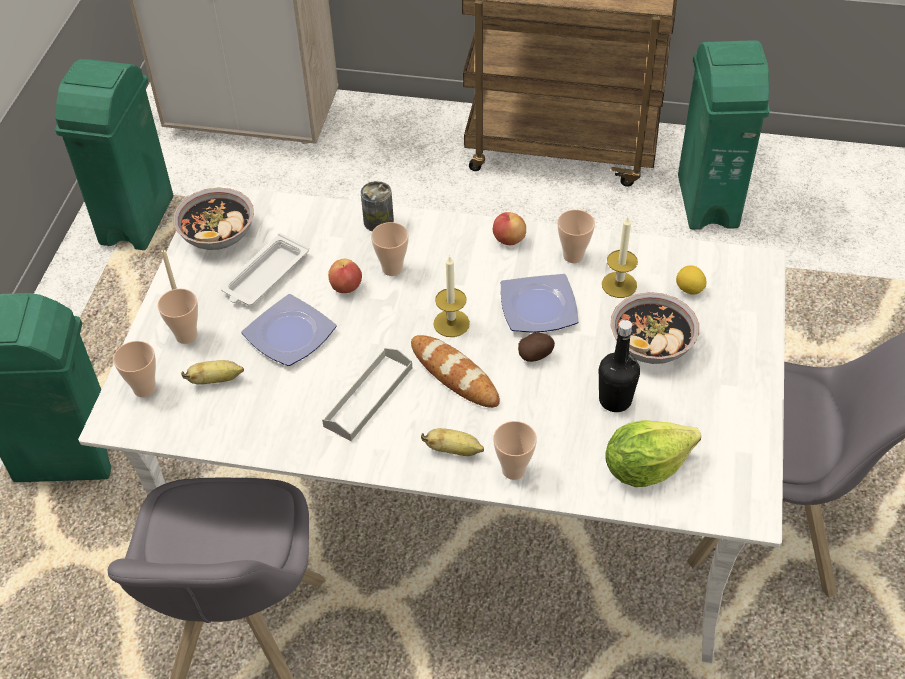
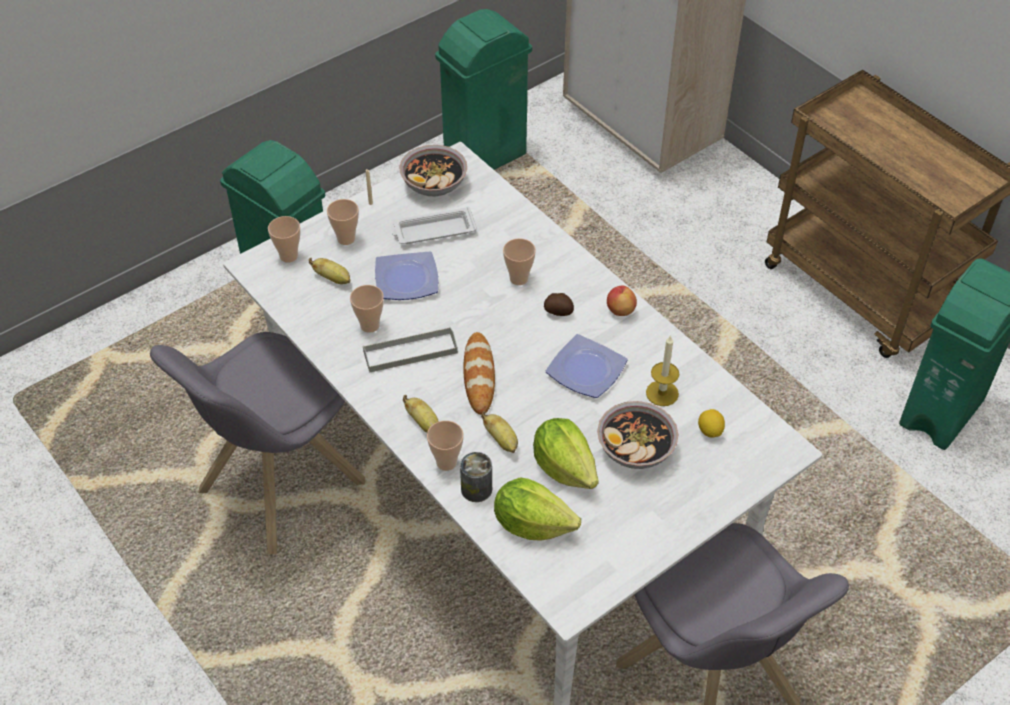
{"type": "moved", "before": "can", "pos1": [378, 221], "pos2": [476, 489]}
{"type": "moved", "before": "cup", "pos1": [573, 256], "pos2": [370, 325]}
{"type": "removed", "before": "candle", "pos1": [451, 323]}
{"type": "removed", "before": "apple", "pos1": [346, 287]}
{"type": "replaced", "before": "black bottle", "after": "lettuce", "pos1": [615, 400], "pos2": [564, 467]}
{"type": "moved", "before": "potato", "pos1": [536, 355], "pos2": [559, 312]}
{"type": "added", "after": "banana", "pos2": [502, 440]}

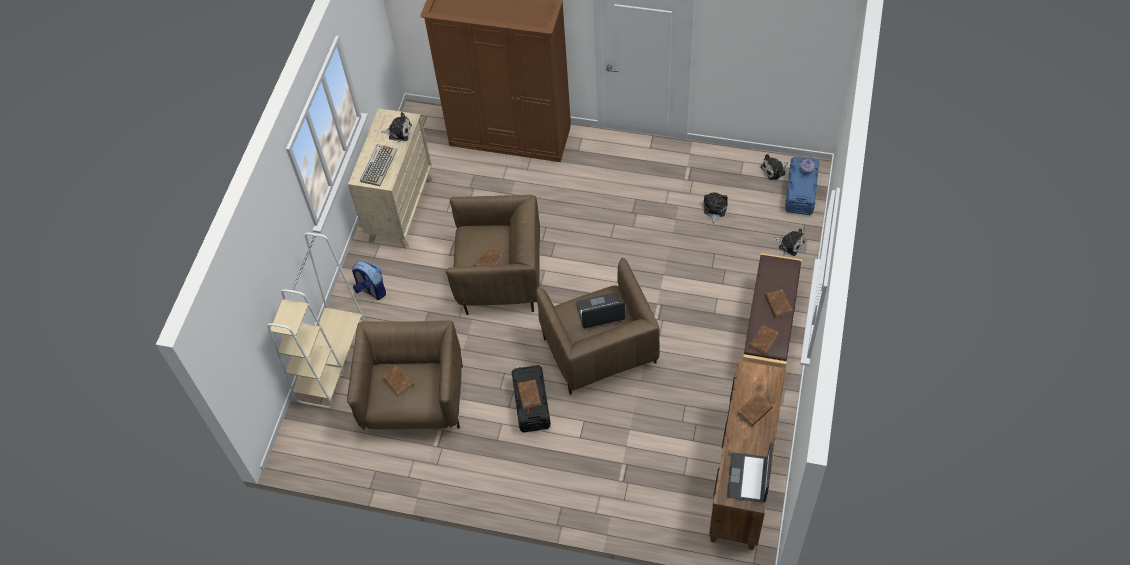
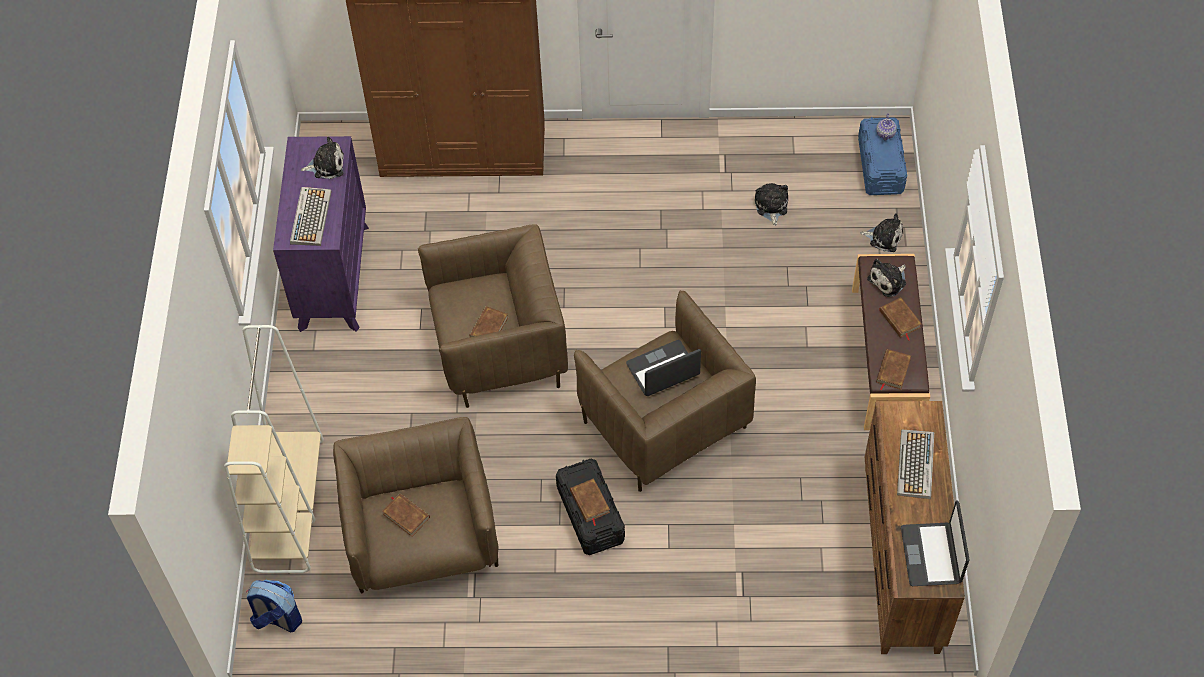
{"type": "recoloured", "before": "beige dresser", "after": "purple dresser", "pos1": [400, 209], "pos2": [333, 276]}
{"type": "moved", "before": "plush toy", "pos1": [774, 170], "pos2": [889, 280]}
{"type": "moved", "before": "backpack", "pos1": [371, 290], "pos2": [277, 618]}
{"type": "replaced", "before": "brown book", "after": "keyboard", "pos1": [754, 411], "pos2": [916, 465]}

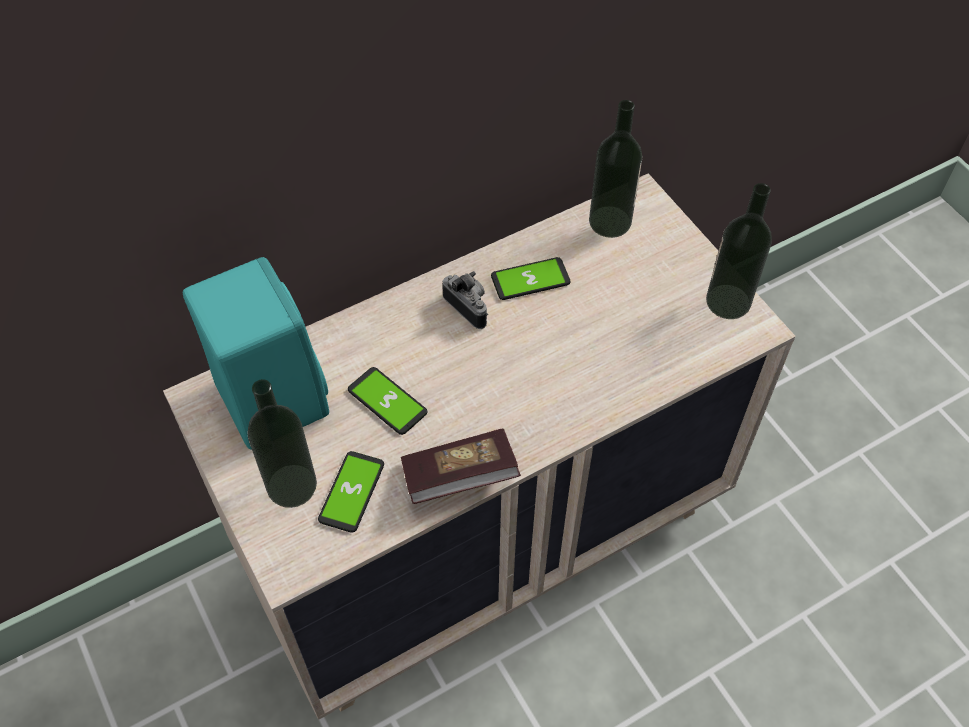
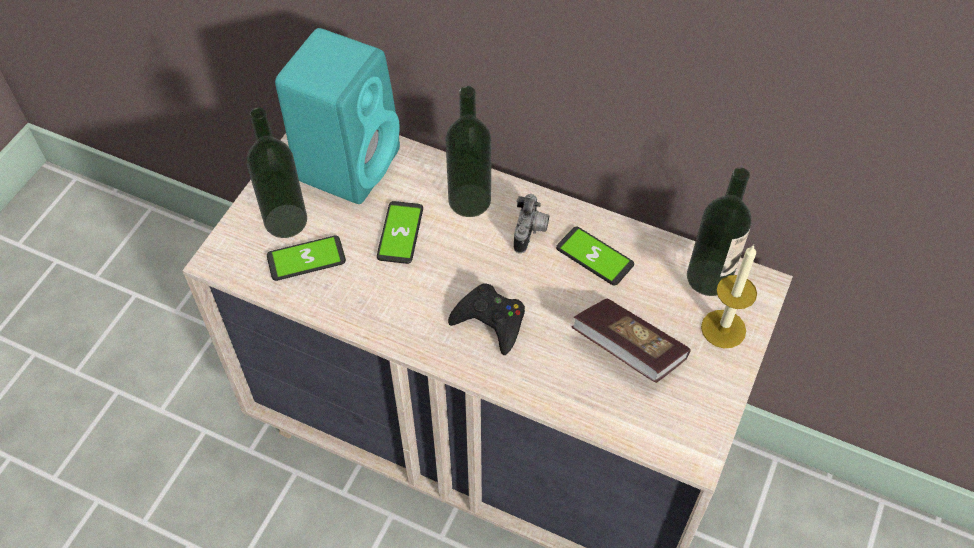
{"type": "moved", "before": "bottle", "pos1": [728, 301], "pos2": [469, 200]}
{"type": "moved", "before": "book", "pos1": [459, 477], "pos2": [628, 350]}
{"type": "added", "after": "candle", "pos2": [723, 329]}
{"type": "added", "after": "black game controller", "pos2": [490, 321]}

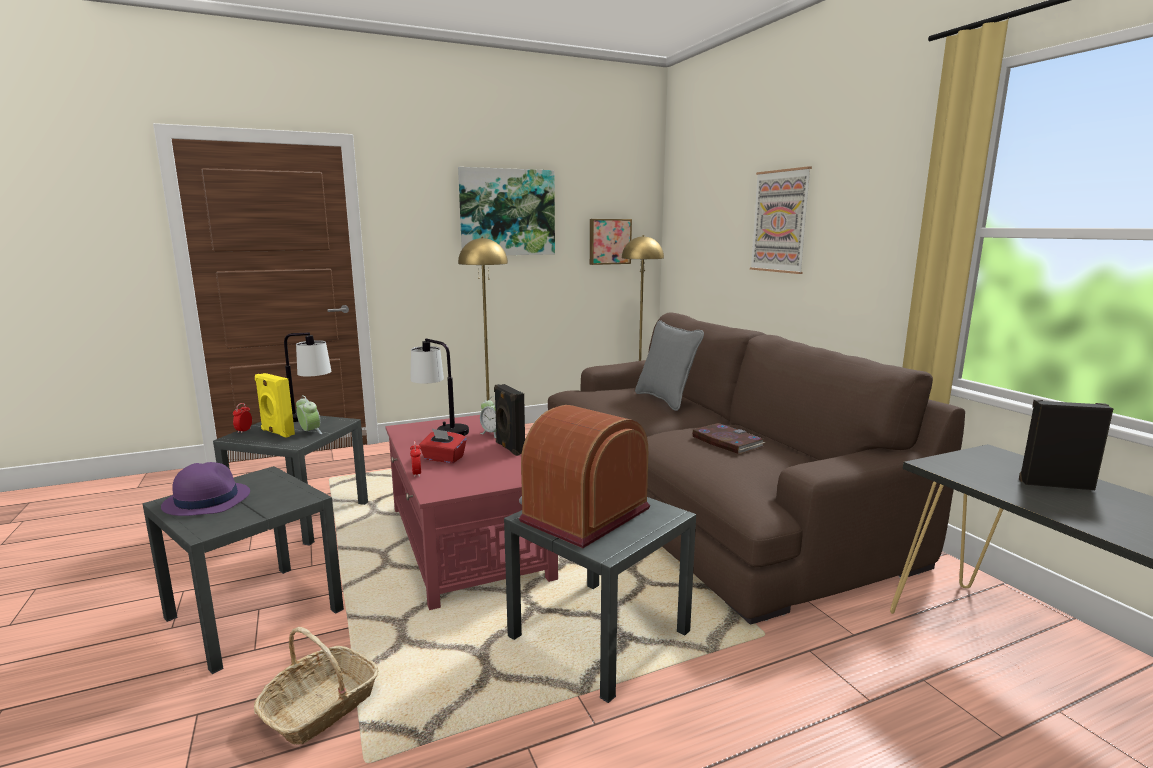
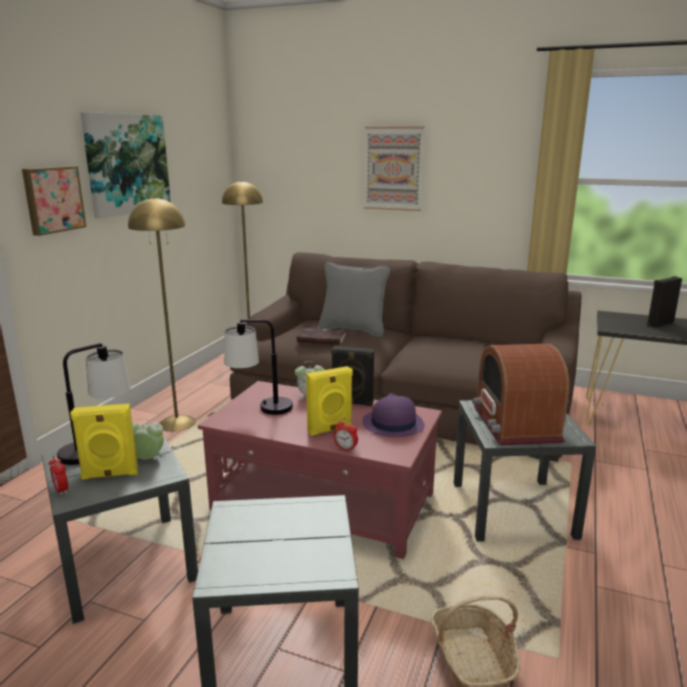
{"type": "moved", "before": "picture", "pos1": [609, 241], "pos2": [53, 199]}
{"type": "moved", "before": "book", "pos1": [726, 442], "pos2": [320, 339]}
{"type": "replaced", "before": "red tissue box", "after": "yellow speaker", "pos1": [443, 458], "pos2": [330, 430]}
{"type": "moved", "before": "purple hat", "pos1": [206, 500], "pos2": [392, 424]}

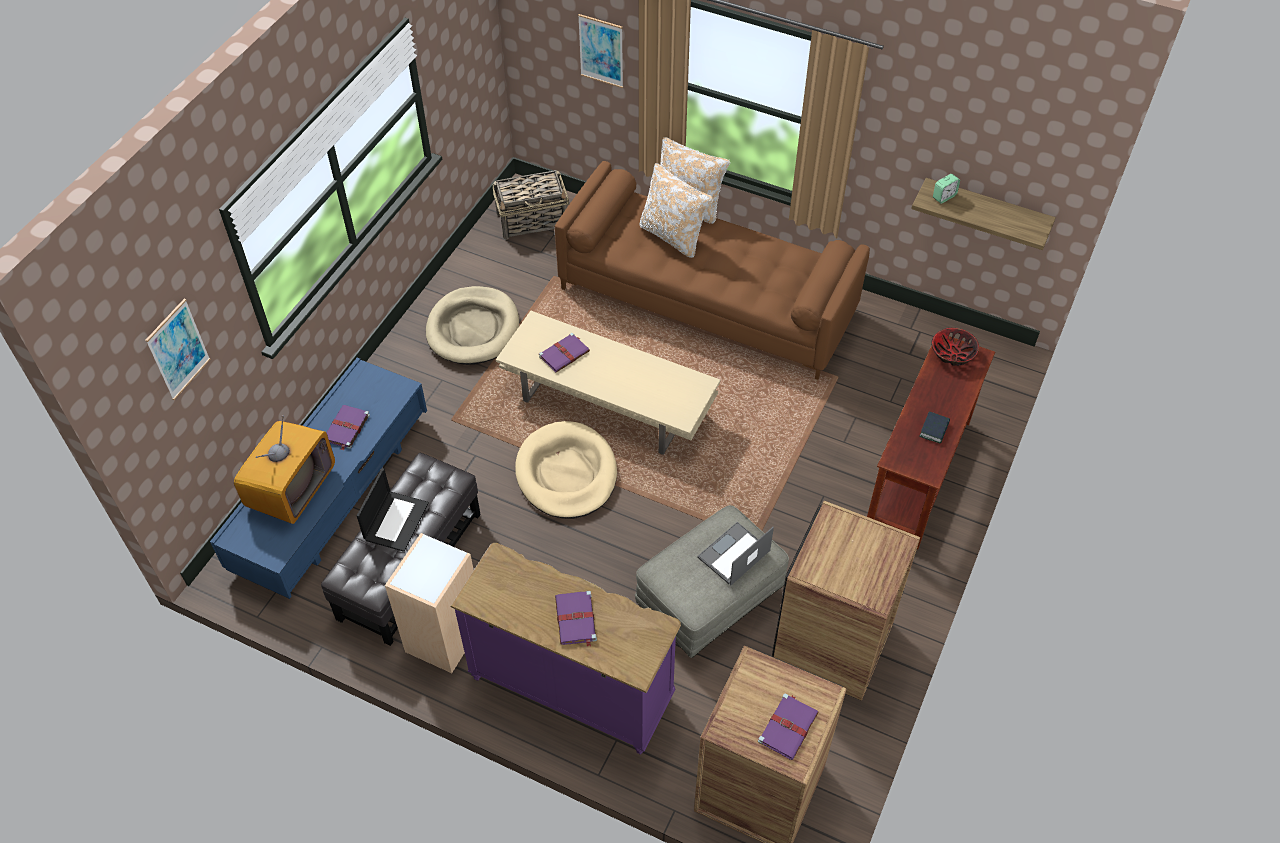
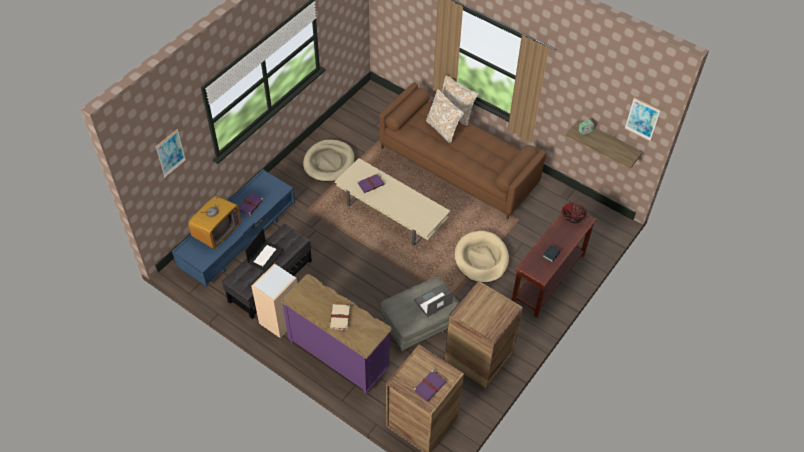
{"type": "moved", "before": "picture", "pos1": [601, 51], "pos2": [642, 119]}
{"type": "removed", "before": "basket", "pos1": [533, 220]}
{"type": "moved", "before": "beige dog bed", "pos1": [566, 473], "pos2": [481, 259]}
{"type": "recoloured", "before": "purple book", "after": "beige book", "pos1": [576, 620], "pos2": [340, 318]}

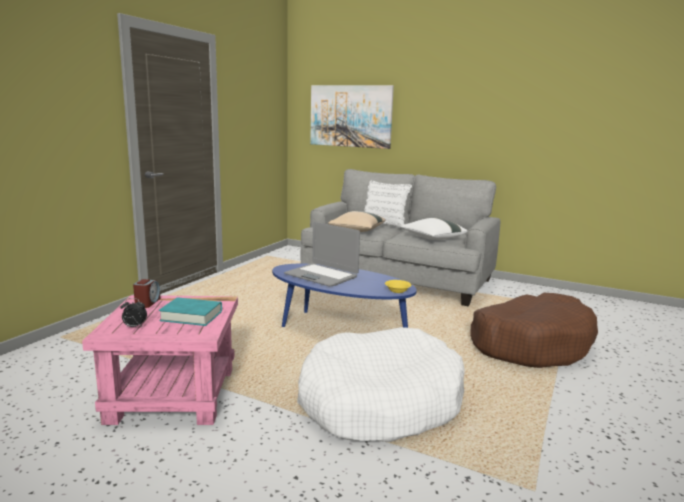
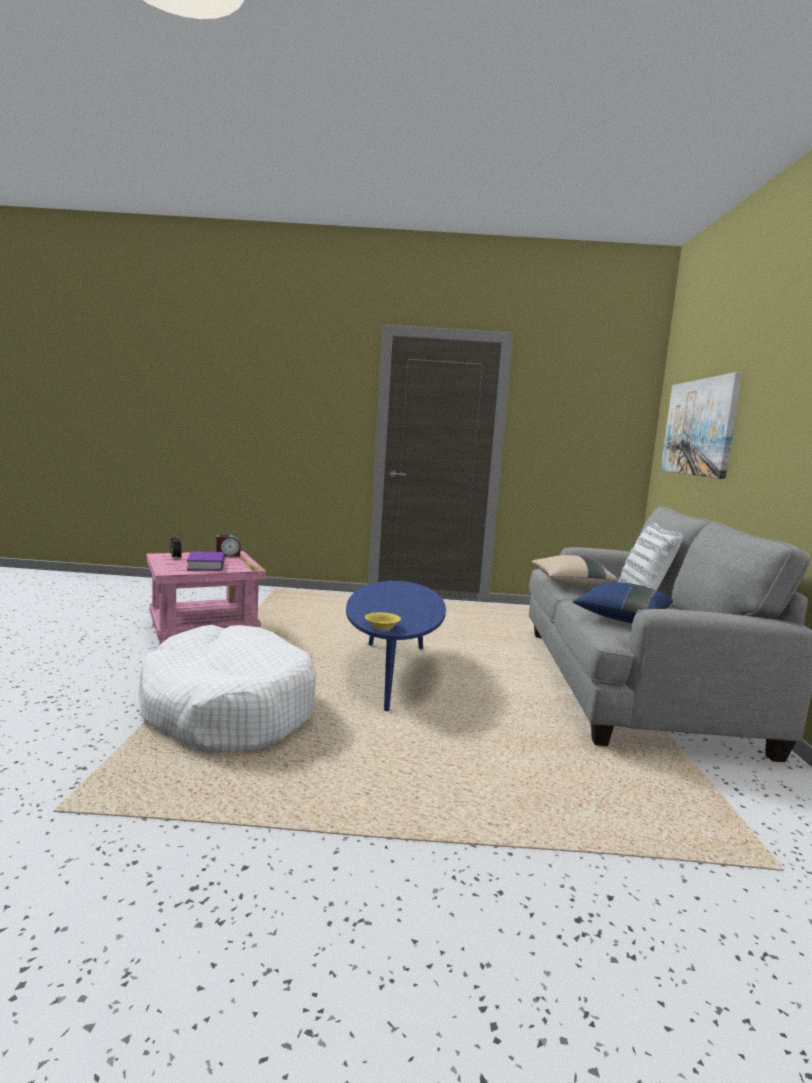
{"type": "recoloured", "before": "white pillow", "after": "blue pillow", "pos1": [432, 238], "pos2": [621, 618]}
{"type": "removed", "before": "laptop", "pos1": [321, 276]}
{"type": "removed", "before": "brown dog bed", "pos1": [530, 344]}
{"type": "recoloured", "before": "turquoise book", "after": "purple book", "pos1": [191, 316], "pos2": [206, 565]}

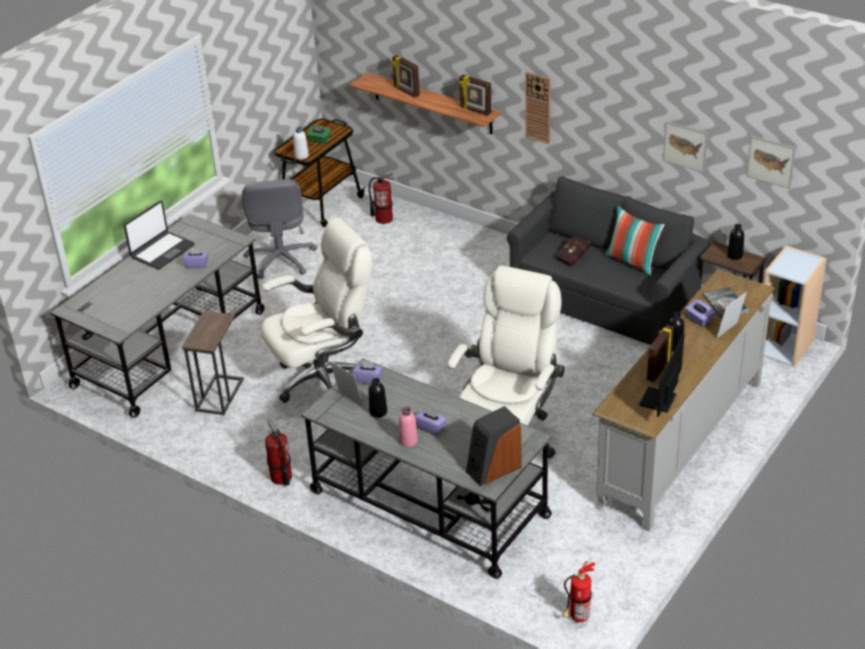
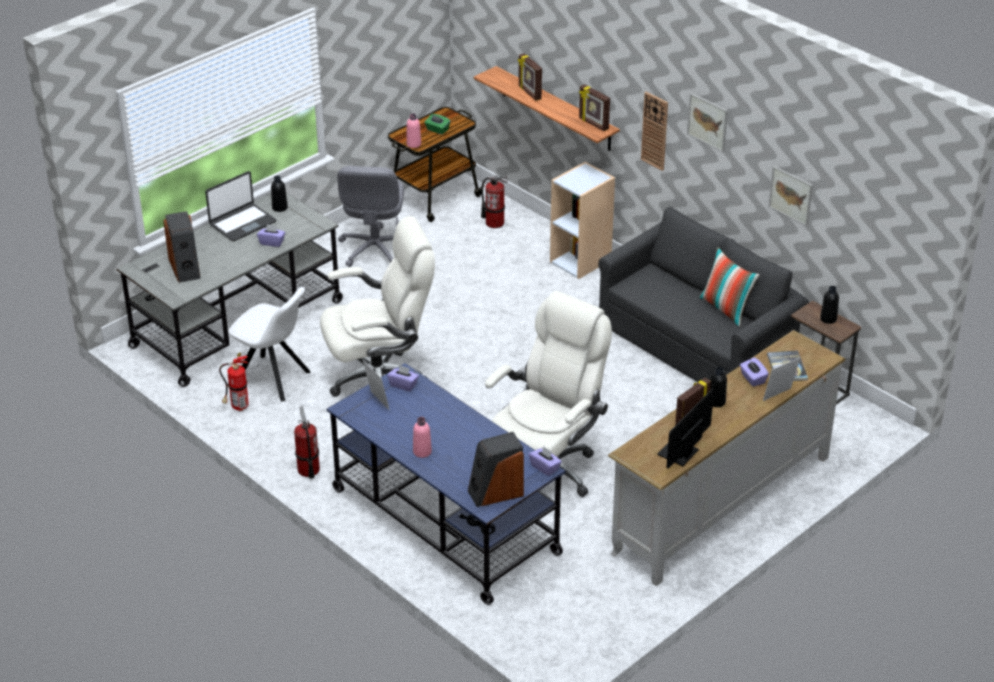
{"type": "recoloured", "before": "white bottle", "after": "pink bottle", "pos1": [301, 156], "pos2": [413, 144]}
{"type": "moved", "before": "picture", "pos1": [771, 161], "pos2": [707, 122]}
{"type": "removed", "before": "red book", "pos1": [574, 257]}
{"type": "moved", "before": "bookcase", "pos1": [785, 346], "pos2": [581, 260]}
{"type": "replaced", "before": "brown side table", "after": "white chair", "pos1": [219, 395], "pos2": [272, 379]}
{"type": "recoloured", "before": "grey desk", "after": "blue desk", "pos1": [429, 505], "pos2": [445, 522]}
{"type": "moved", "before": "black bottle", "pos1": [378, 412], "pos2": [279, 207]}
{"type": "moved", "before": "purple tissue box", "pos1": [431, 427], "pos2": [545, 467]}
{"type": "moved", "before": "fire extinguisher", "pos1": [577, 618], "pos2": [238, 407]}
{"type": "added", "after": "speaker", "pos2": [185, 268]}

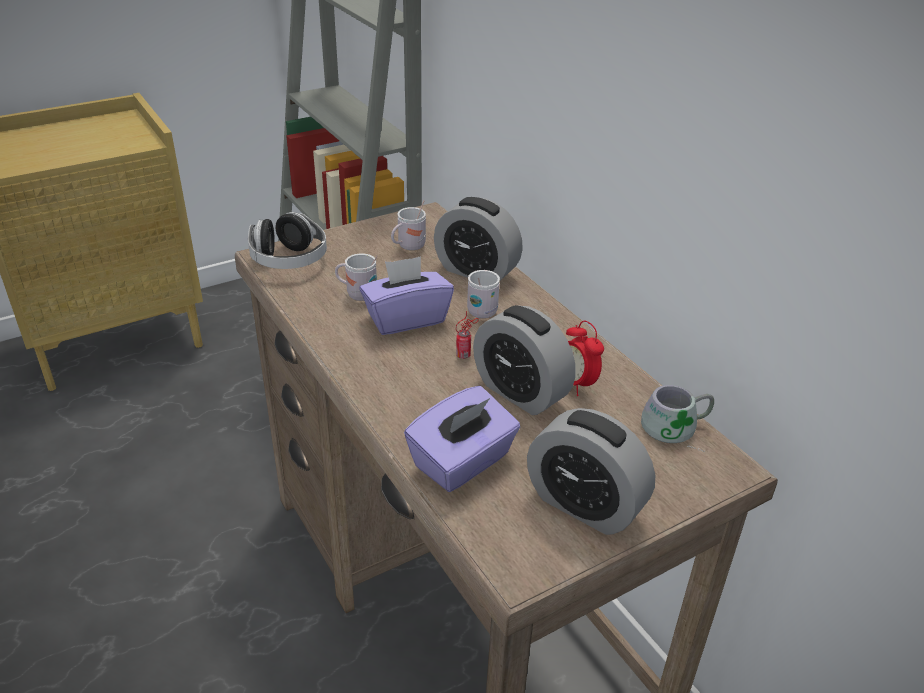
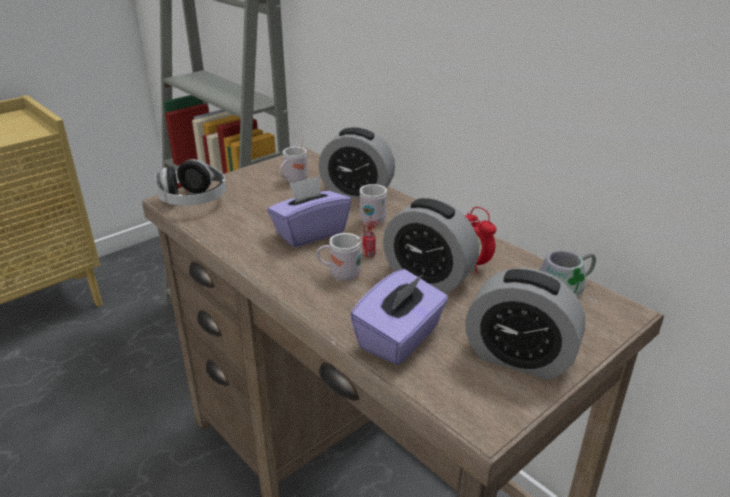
{"type": "moved", "before": "white mug", "pos1": [357, 294], "pos2": [340, 274]}

